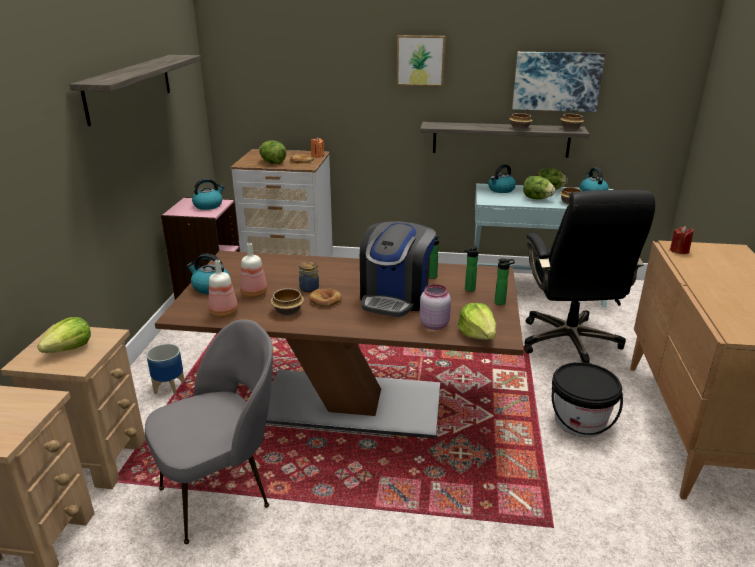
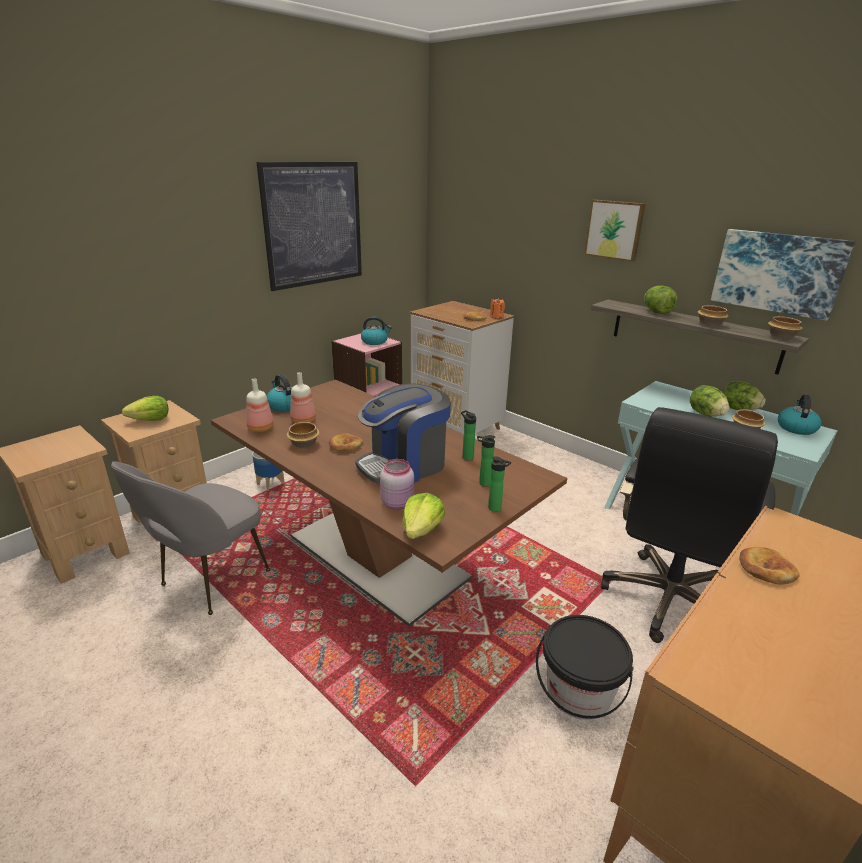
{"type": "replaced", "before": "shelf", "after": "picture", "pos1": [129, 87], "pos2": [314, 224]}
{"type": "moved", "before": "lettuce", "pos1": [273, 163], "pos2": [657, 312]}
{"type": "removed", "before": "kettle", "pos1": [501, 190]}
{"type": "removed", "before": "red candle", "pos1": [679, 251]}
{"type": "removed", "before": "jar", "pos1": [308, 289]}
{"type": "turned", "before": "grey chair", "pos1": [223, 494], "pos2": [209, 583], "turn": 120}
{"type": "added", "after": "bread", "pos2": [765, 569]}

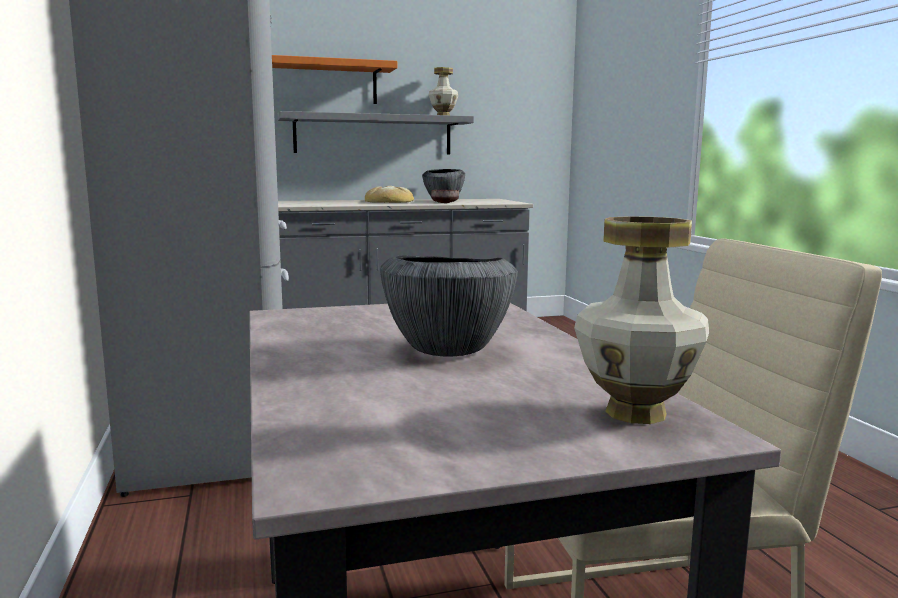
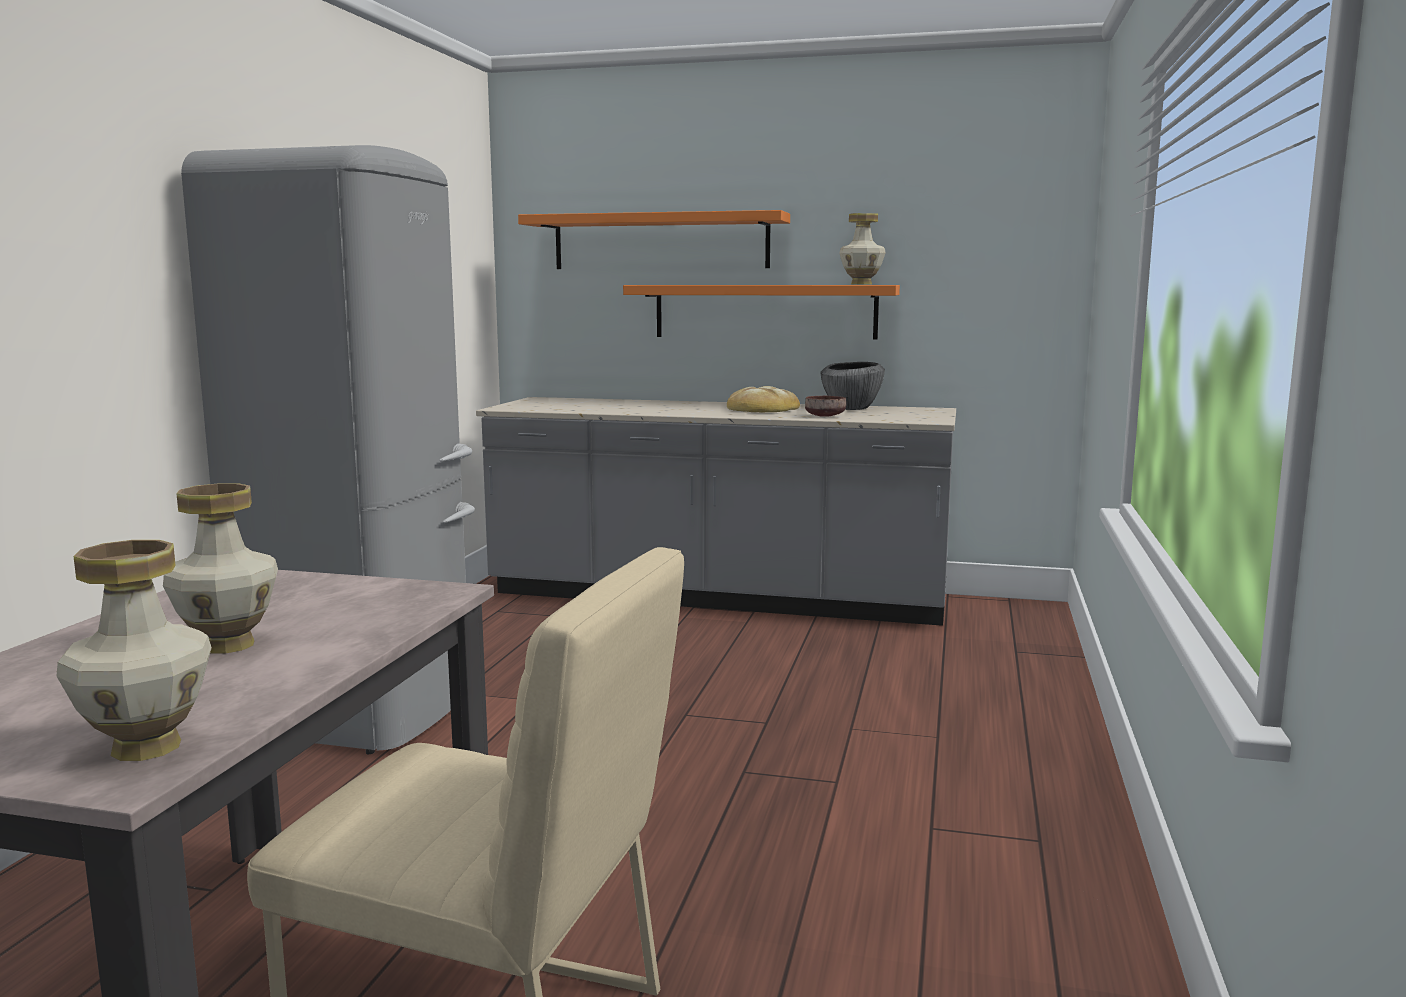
{"type": "recoloured", "before": "grey shelf", "after": "orange shelf", "pos1": [373, 134], "pos2": [765, 311]}
{"type": "replaced", "before": "bowl", "after": "vase", "pos1": [448, 350], "pos2": [230, 645]}

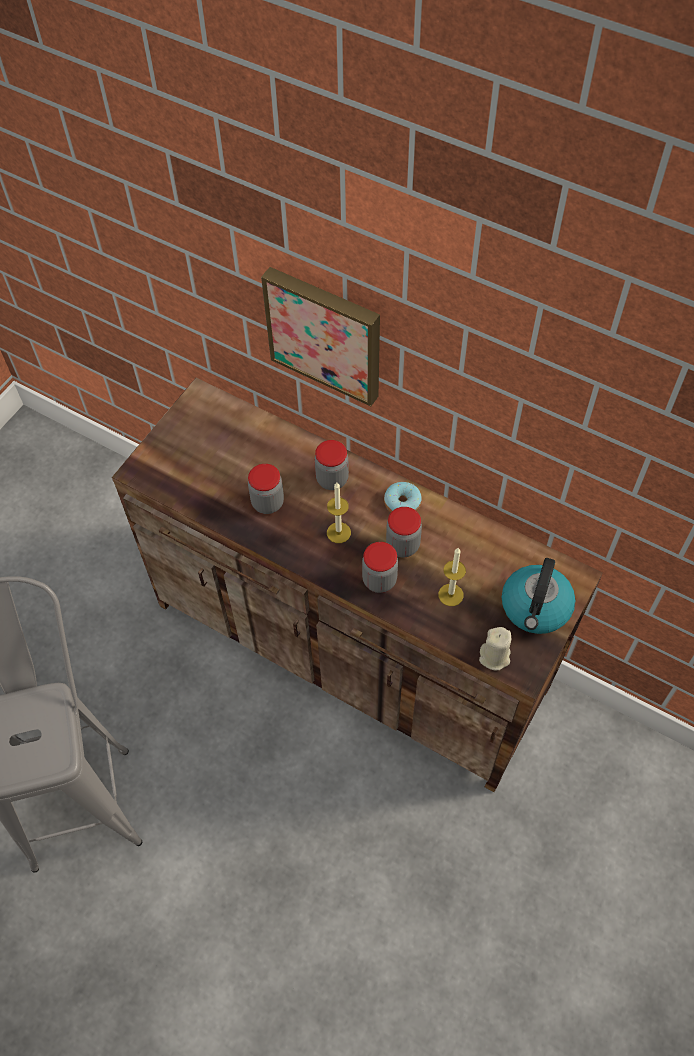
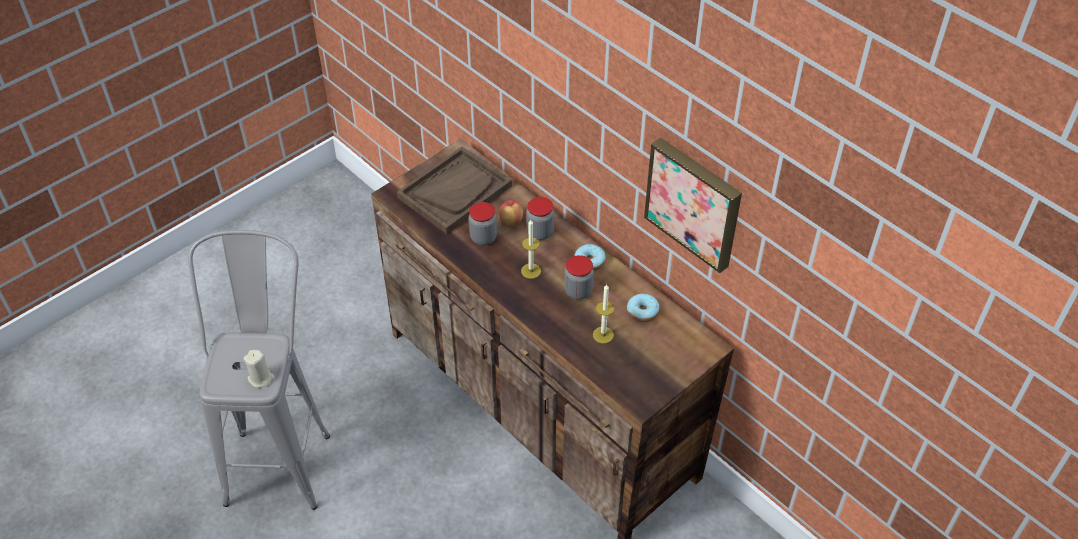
{"type": "moved", "before": "picture", "pos1": [326, 333], "pos2": [694, 202]}
{"type": "removed", "before": "jar", "pos1": [379, 580]}
{"type": "removed", "before": "kettle", "pos1": [535, 608]}
{"type": "moved", "before": "beige candle", "pos1": [494, 656], "pos2": [261, 378]}
{"type": "added", "after": "brown tray", "pos2": [455, 192]}
{"type": "added", "after": "apple", "pos2": [511, 221]}
{"type": "added", "after": "donut", "pos2": [642, 312]}

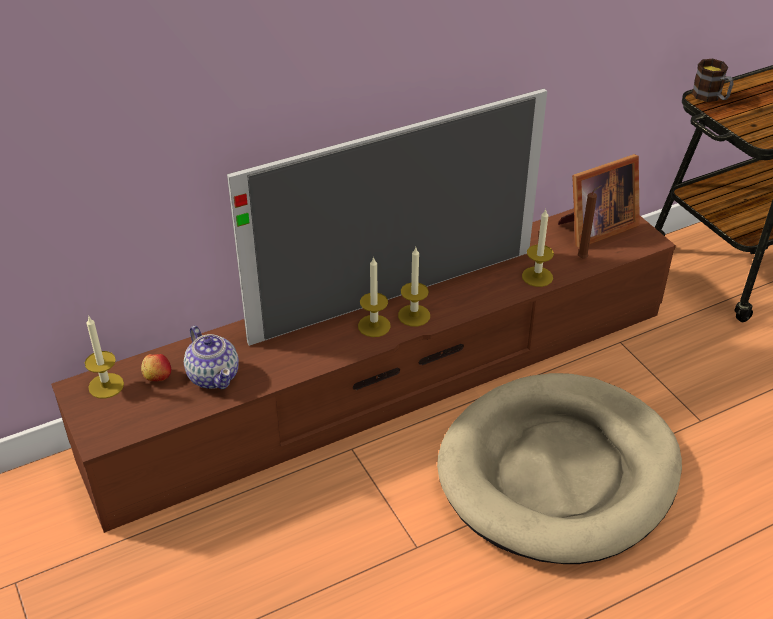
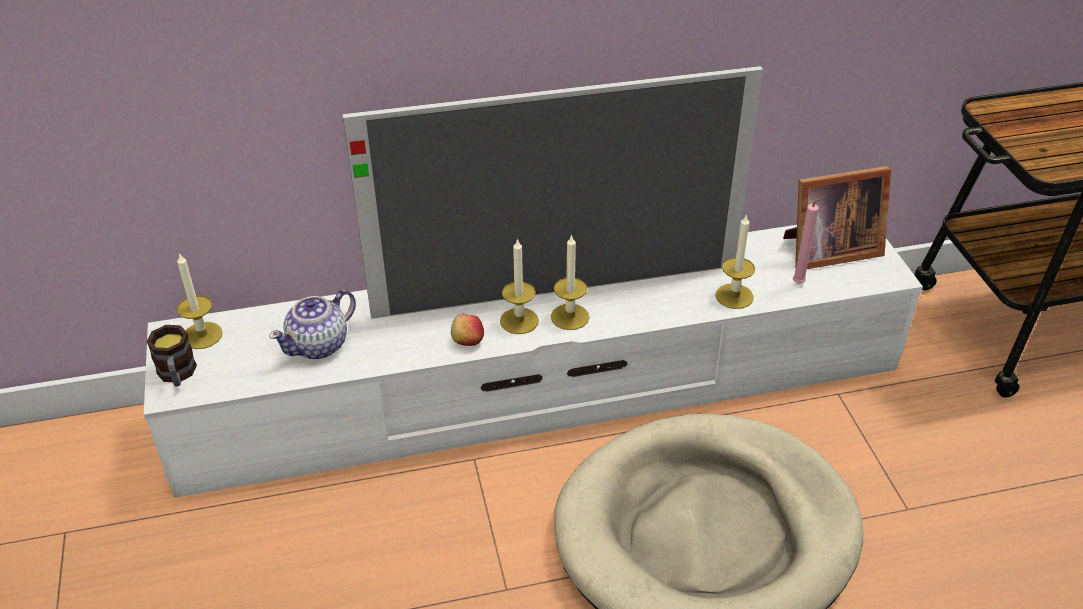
{"type": "moved", "before": "mug", "pos1": [711, 97], "pos2": [177, 375]}
{"type": "recoloured", "before": "brown candle", "after": "pink candle", "pos1": [584, 258], "pos2": [800, 283]}
{"type": "recoloured", "before": "brown tv stand", "after": "white tv stand", "pos1": [386, 381], "pos2": [541, 388]}
{"type": "turned", "before": "teapot", "pos1": [213, 375], "pos2": [319, 345], "turn": 60}
{"type": "moved", "before": "apple", "pos1": [157, 376], "pos2": [467, 340]}

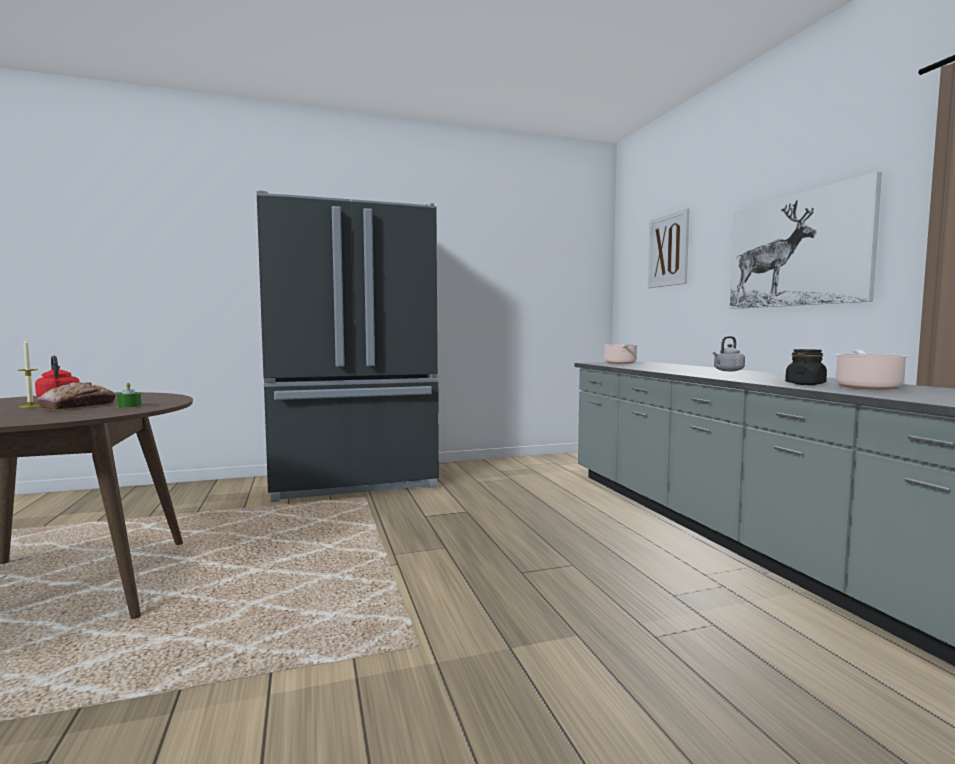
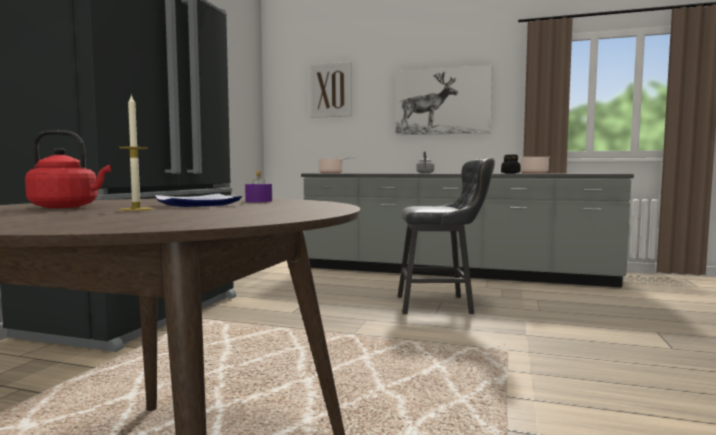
{"type": "replaced", "before": "bread", "after": "plate", "pos1": [78, 406], "pos2": [200, 205]}
{"type": "recoloured", "before": "green candle", "after": "purple candle", "pos1": [129, 406], "pos2": [259, 201]}
{"type": "added", "after": "grey stool", "pos2": [444, 304]}

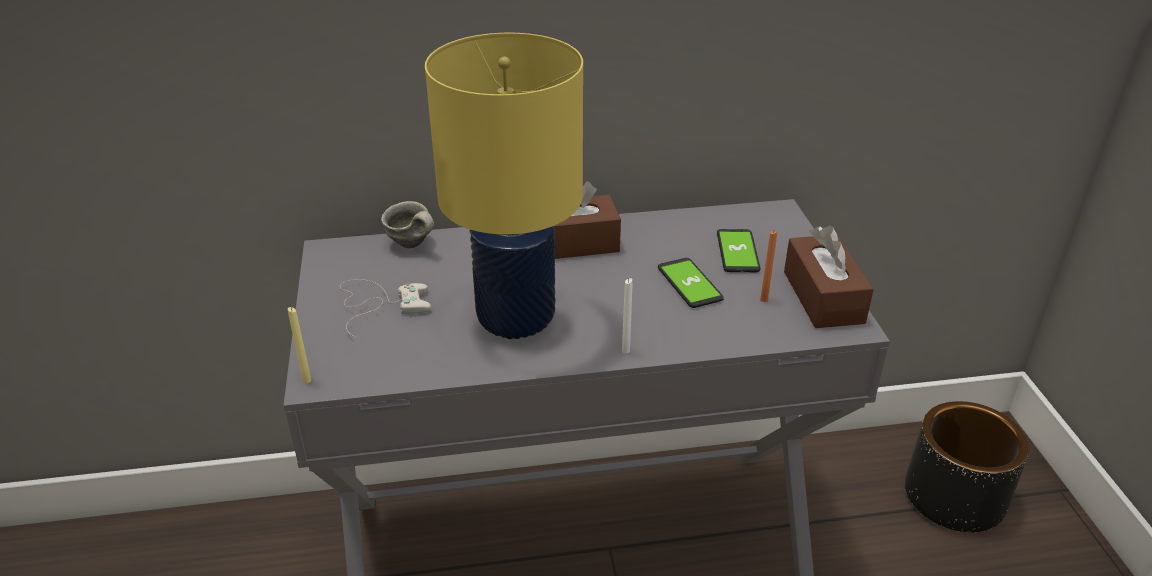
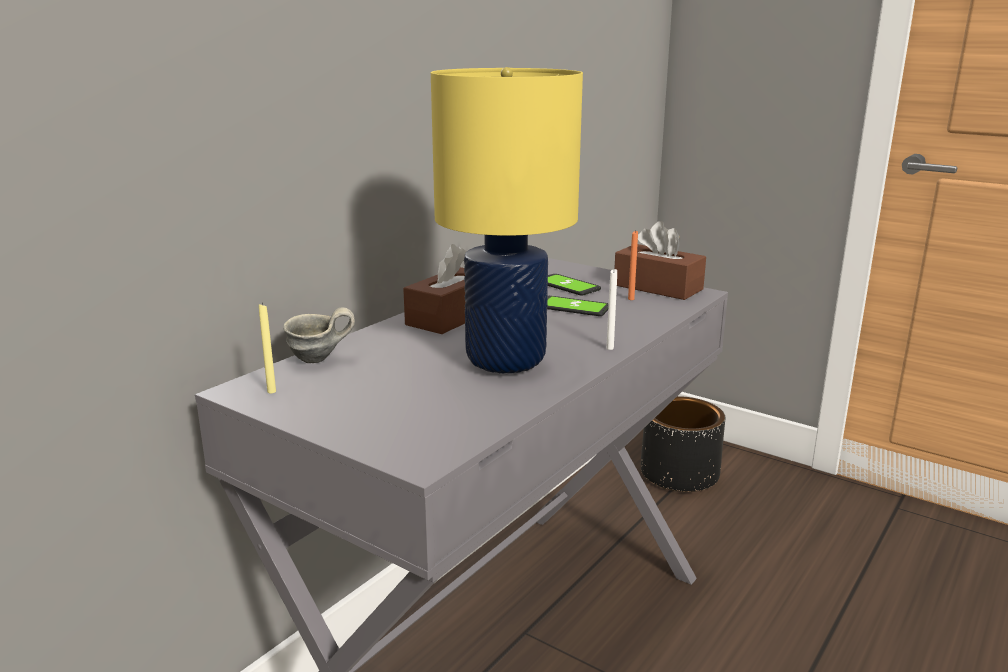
{"type": "removed", "before": "white game controller", "pos1": [379, 303]}
{"type": "moved", "before": "yellow candle", "pos1": [307, 381], "pos2": [271, 391]}

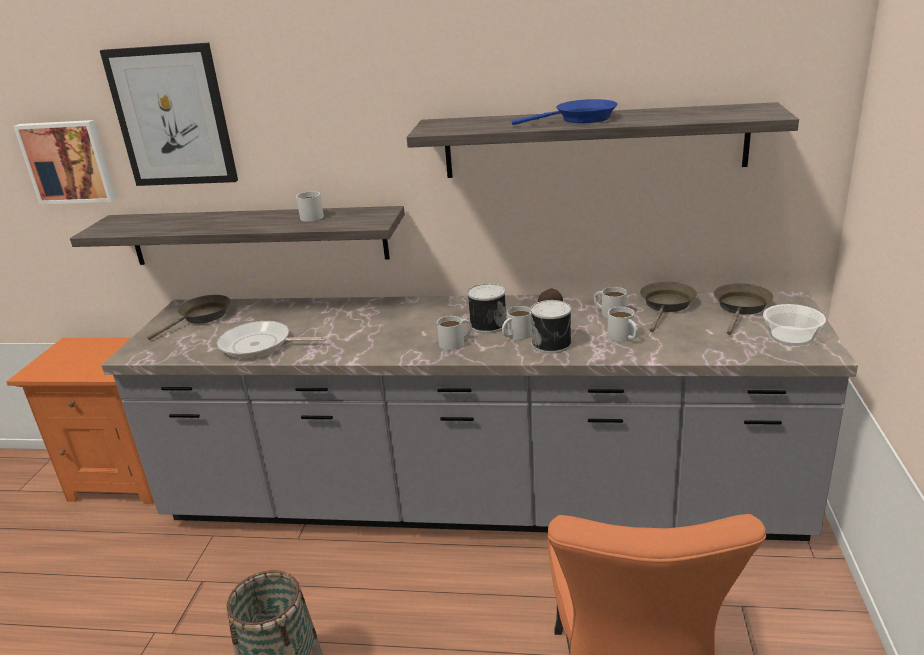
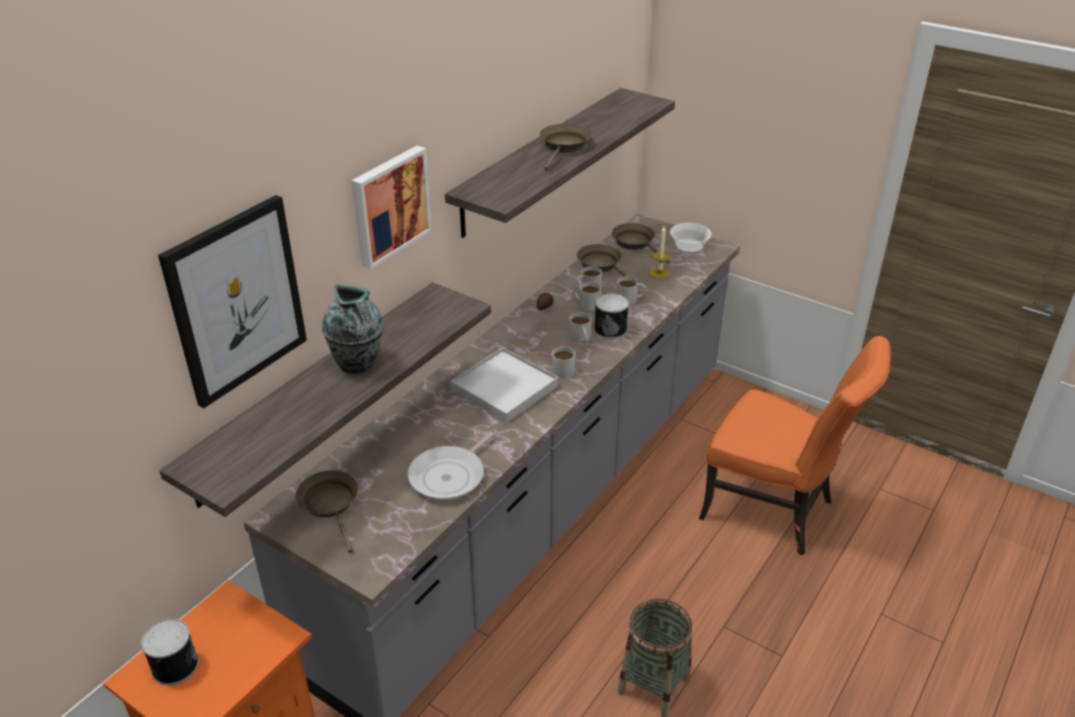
{"type": "recoloured", "before": "blue frying pan", "after": "brown frying pan", "pos1": [580, 119], "pos2": [564, 146]}
{"type": "moved", "before": "picture", "pos1": [68, 162], "pos2": [389, 205]}
{"type": "moved", "before": "white mug", "pos1": [313, 216], "pos2": [586, 303]}
{"type": "moved", "before": "can", "pos1": [487, 324], "pos2": [174, 666]}
{"type": "added", "after": "candle", "pos2": [659, 273]}
{"type": "added", "after": "vase", "pos2": [358, 364]}
{"type": "added", "after": "white tray", "pos2": [504, 388]}

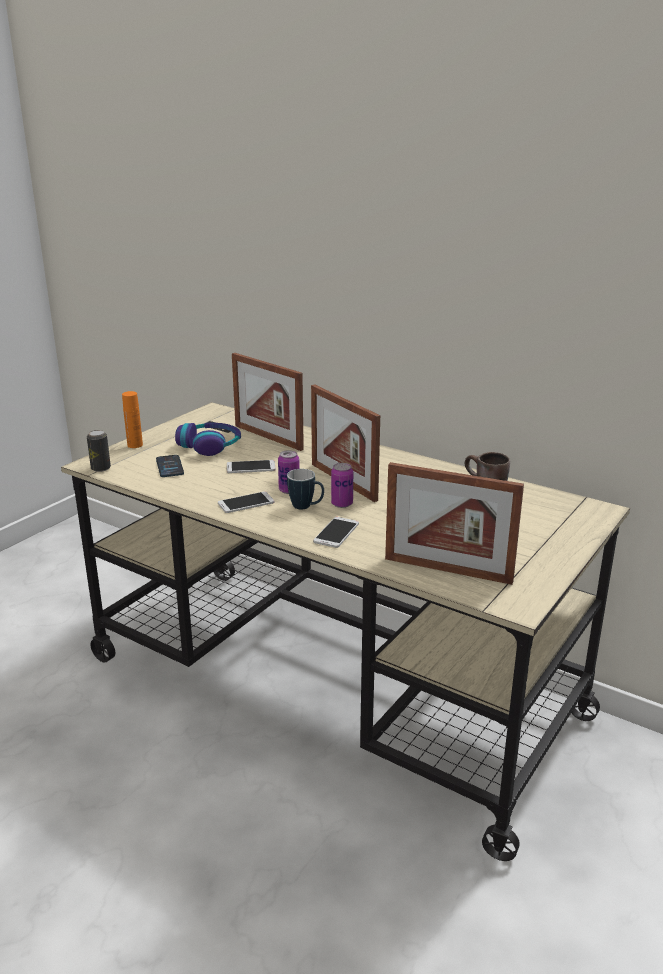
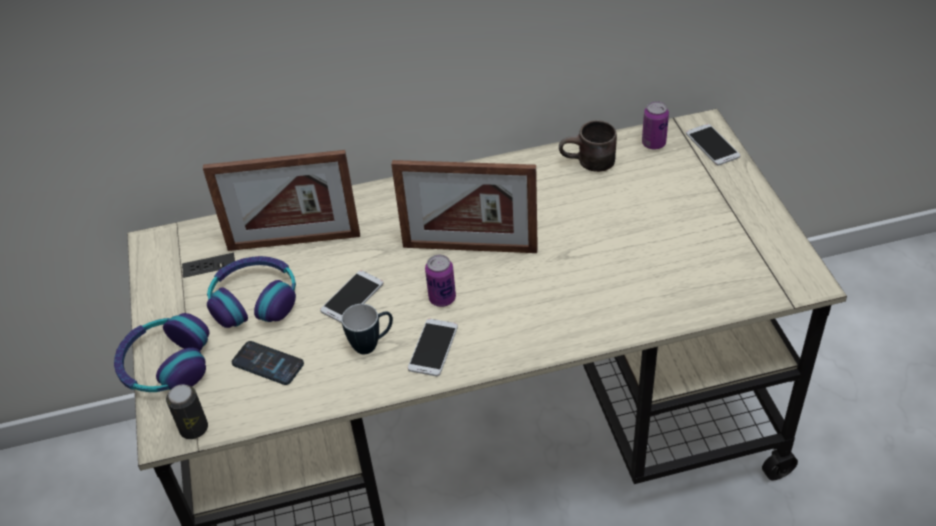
{"type": "replaced", "before": "orange bottle", "after": "headphones", "pos1": [135, 445], "pos2": [165, 364]}
{"type": "removed", "before": "picture frame", "pos1": [447, 570]}
{"type": "moved", "before": "can", "pos1": [342, 504], "pos2": [653, 143]}
{"type": "moved", "before": "mug", "pos1": [306, 507], "pos2": [372, 344]}
{"type": "moved", "before": "phone", "pos1": [336, 532], "pos2": [712, 145]}

